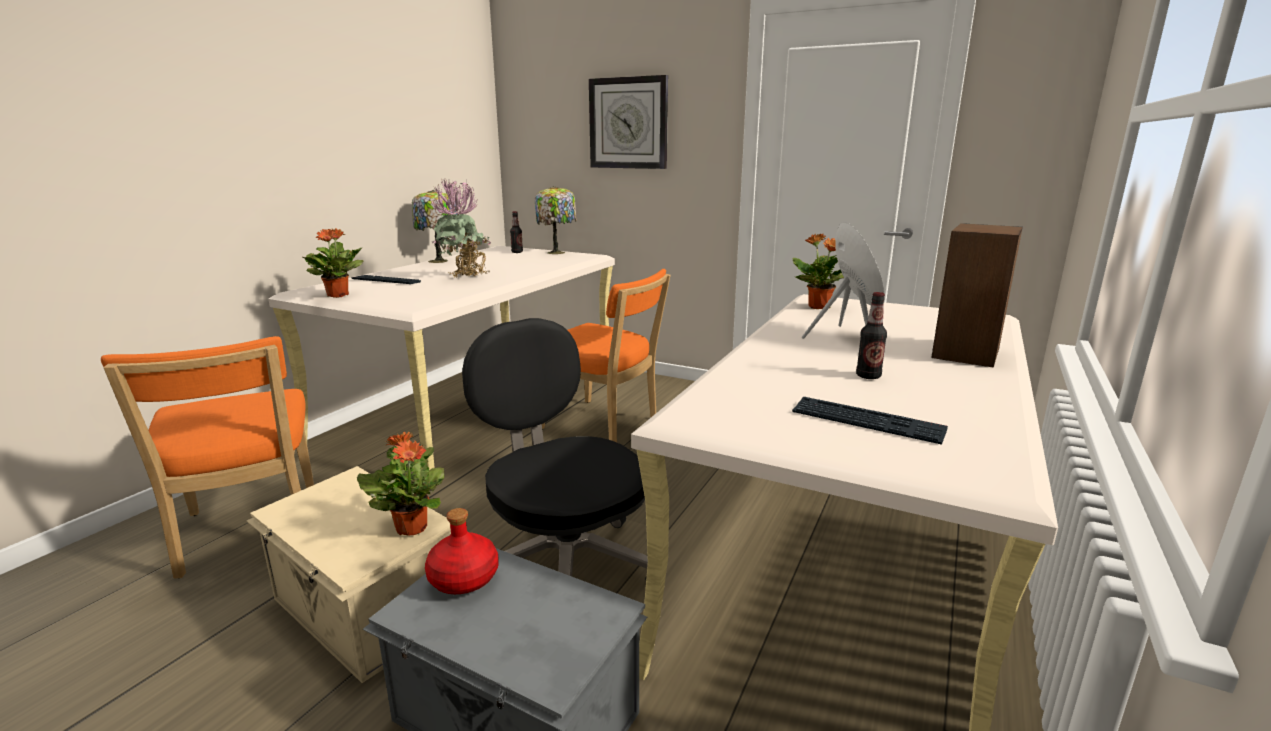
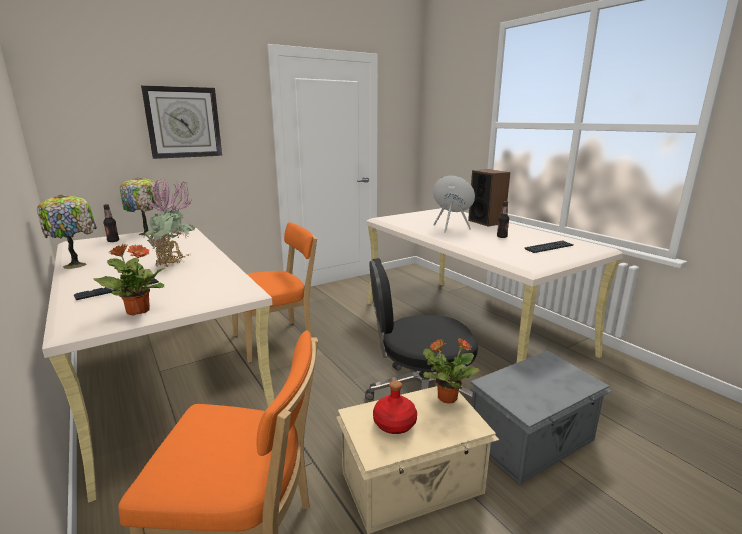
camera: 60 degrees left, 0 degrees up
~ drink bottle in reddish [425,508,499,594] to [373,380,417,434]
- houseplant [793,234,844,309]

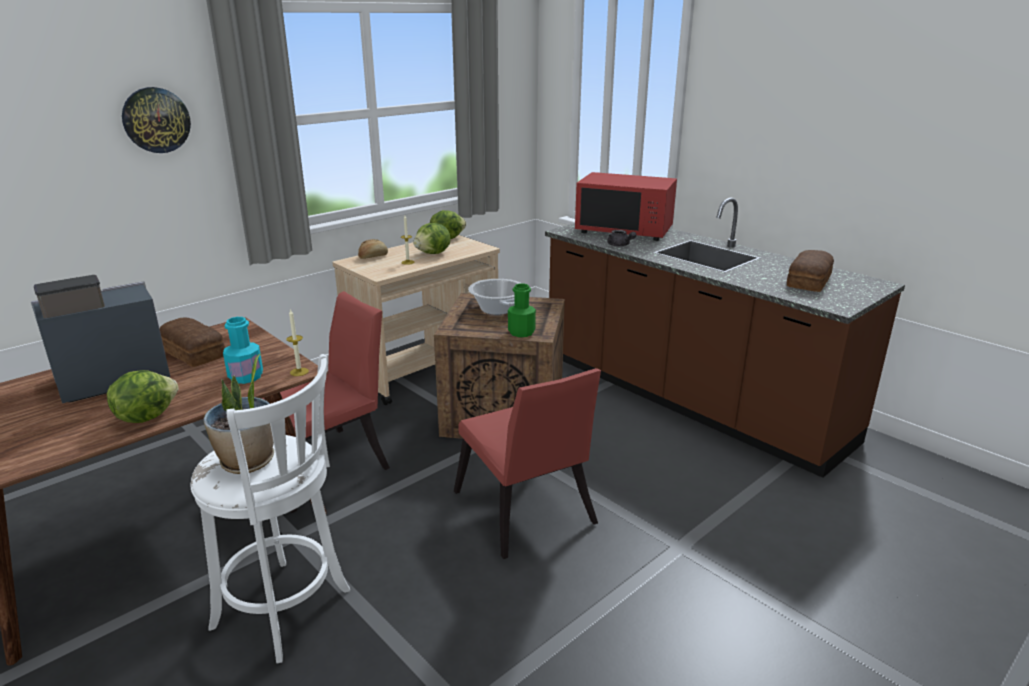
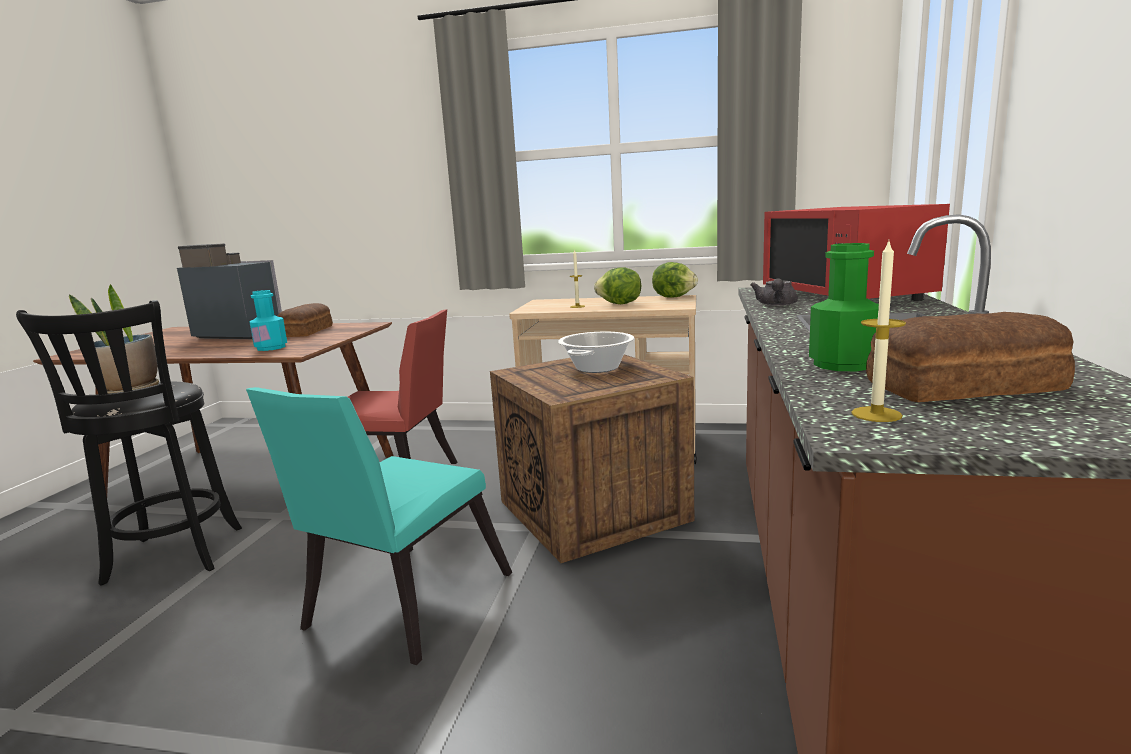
camera: 55 degrees right, 10 degrees down
~ sitting stool in white [191,354,350,664] to sitting stool in blackish [16,300,242,586]
~ plain chair in reddish [454,368,601,559] to plain chair in blue-green [246,387,512,665]
~ drink bottle in green [508,283,536,337] to [809,243,879,371]
~ wax light [287,309,309,376] to [852,242,906,422]
- head of lettuce [107,370,179,423]
- wall clock [122,87,191,153]
- bakery bread [358,239,388,259]

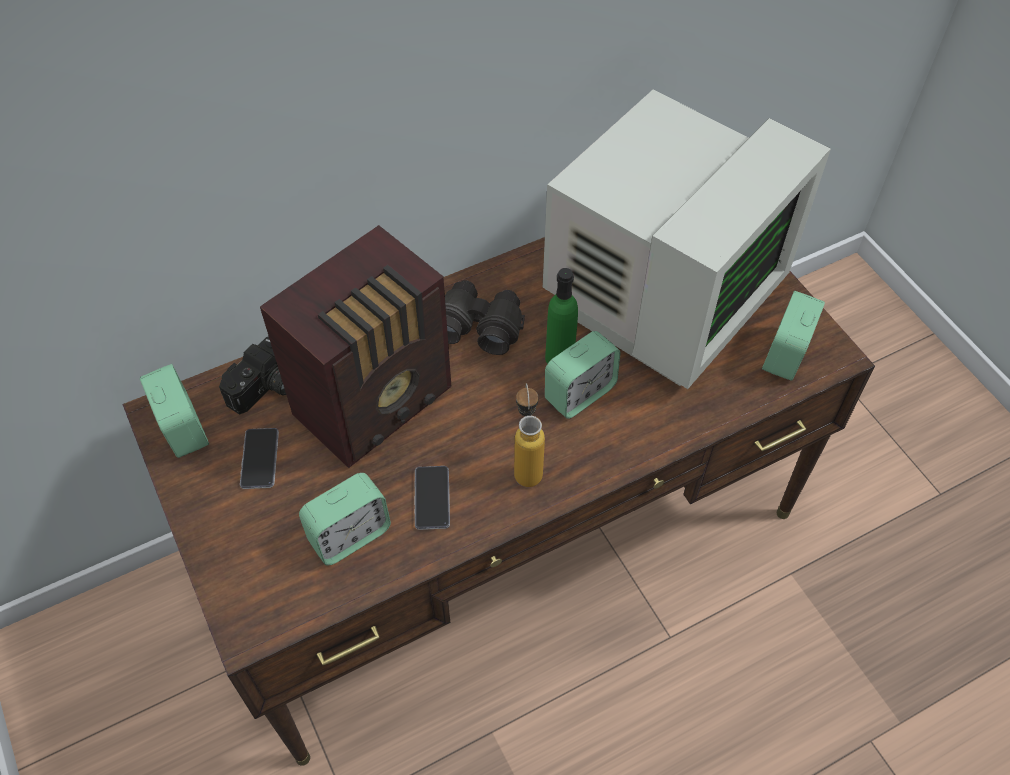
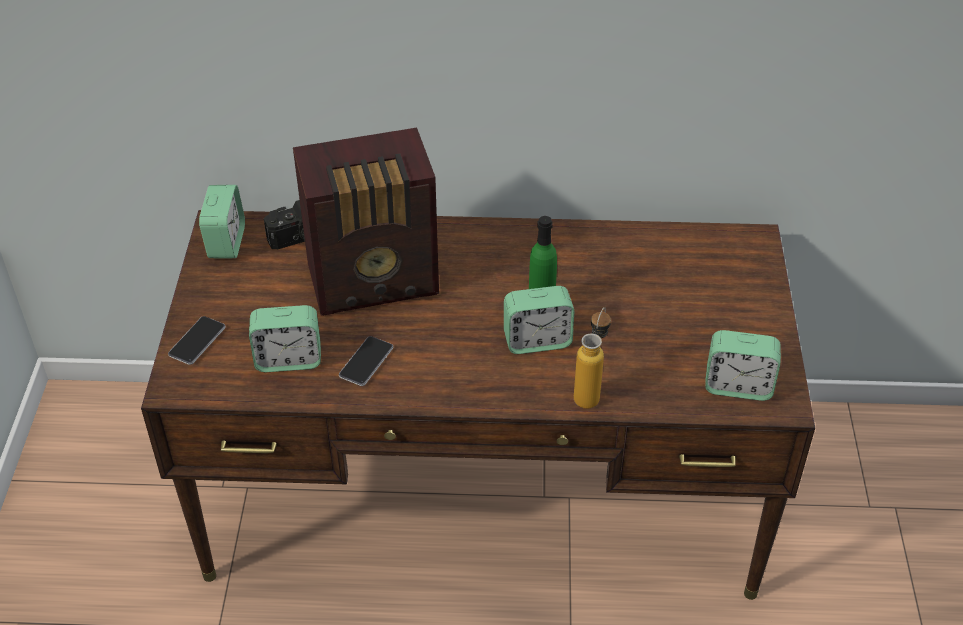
camera: 30 degrees right, 10 degrees down
~ telephone [240,428,279,489] to [168,316,226,365]
~ drink bottle [514,383,545,487] to [574,307,611,409]
~ alarm clock [762,291,825,381] = [705,330,781,401] 135 degrees counterclockwise
- binoculars in blackish [445,280,525,355]
- computer screen [543,89,831,389]

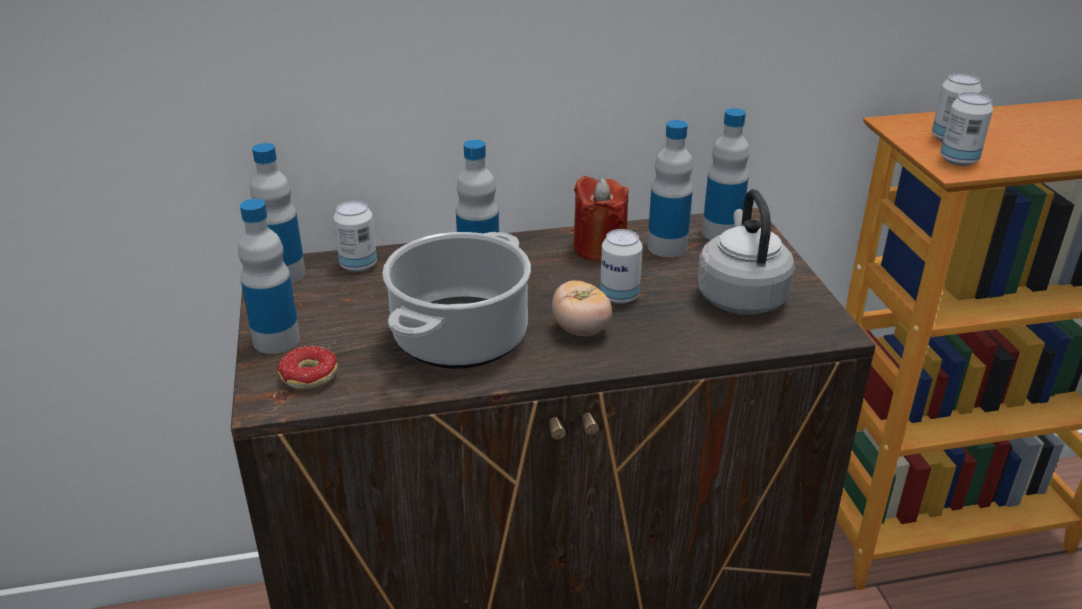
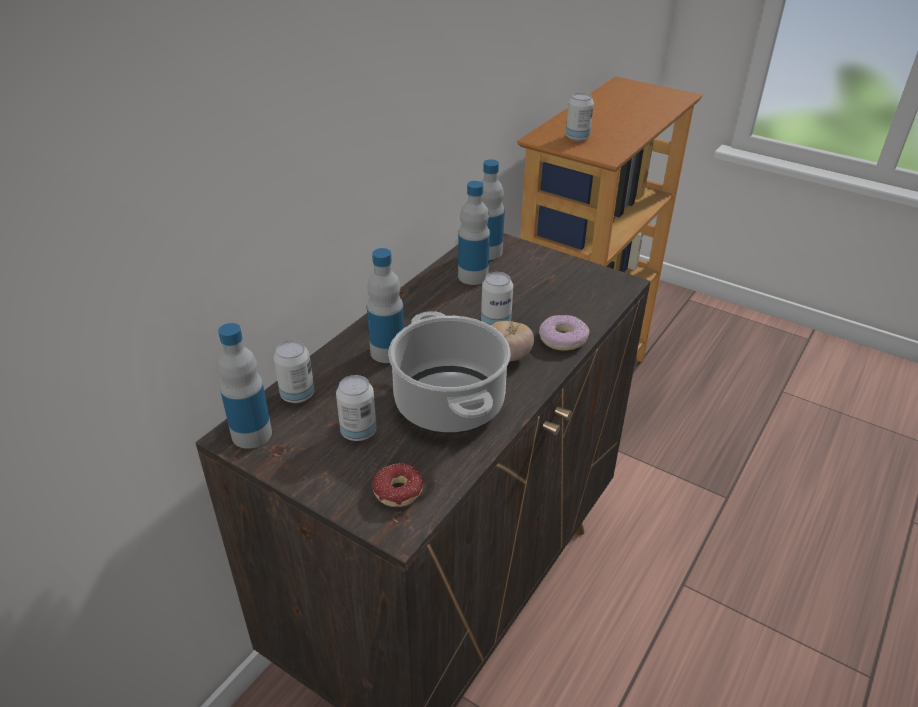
camera: 45 degrees left, 5 degrees up
~ sealed can [940,92,993,166] to [336,375,376,441]
+ doughnut [539,315,590,351]
- drink bottle [238,199,300,354]
- wax light in reddish [573,176,629,262]
- kettle in grey [697,189,795,315]

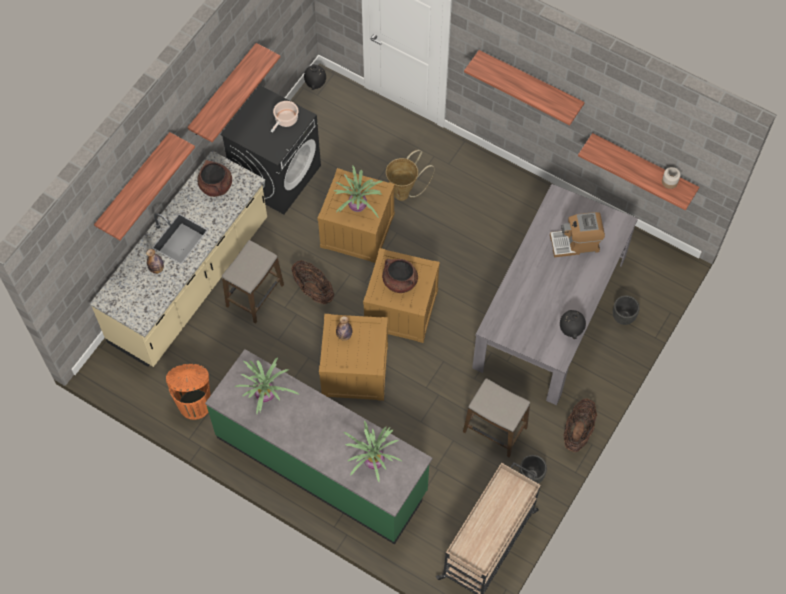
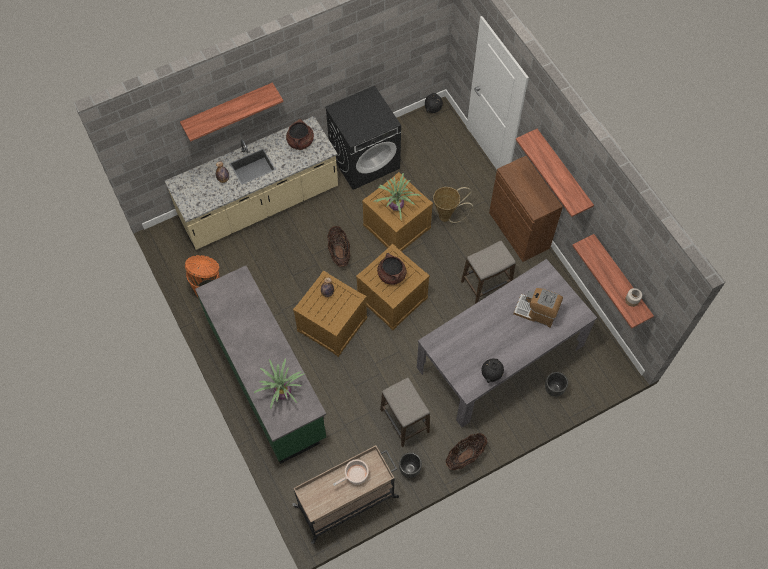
camera: 30 degrees right, 0 degrees up
~ stockpot [271,101,298,133] to [333,459,369,486]
~ sitting stool [222,240,284,324] to [461,241,516,304]
+ cupboard in brown-coloured [489,156,563,262]
- wall shelf [187,43,280,142]
- houseplant [235,358,300,414]

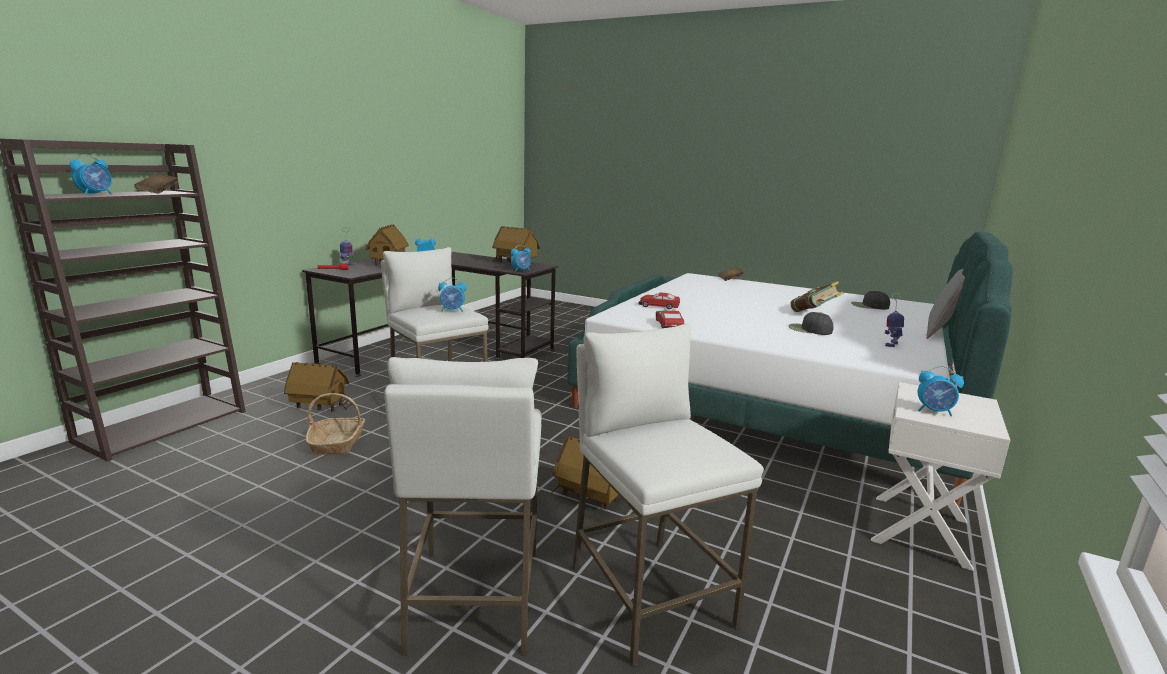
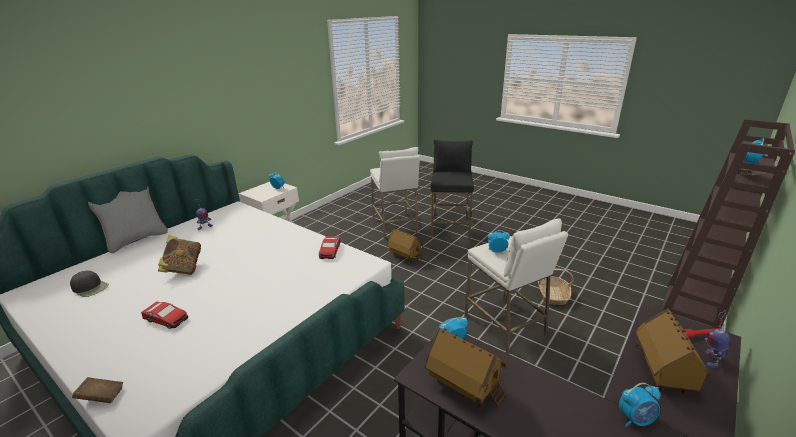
camera: 170 degrees left, 10 degrees up
~ model car [638,292,680,310] to [141,301,188,329]
~ sitting stool in white [384,357,542,656] to sitting stool in blackish [431,140,474,239]
- model house [284,362,353,412]
- baseball cap in blackish [789,312,834,335]

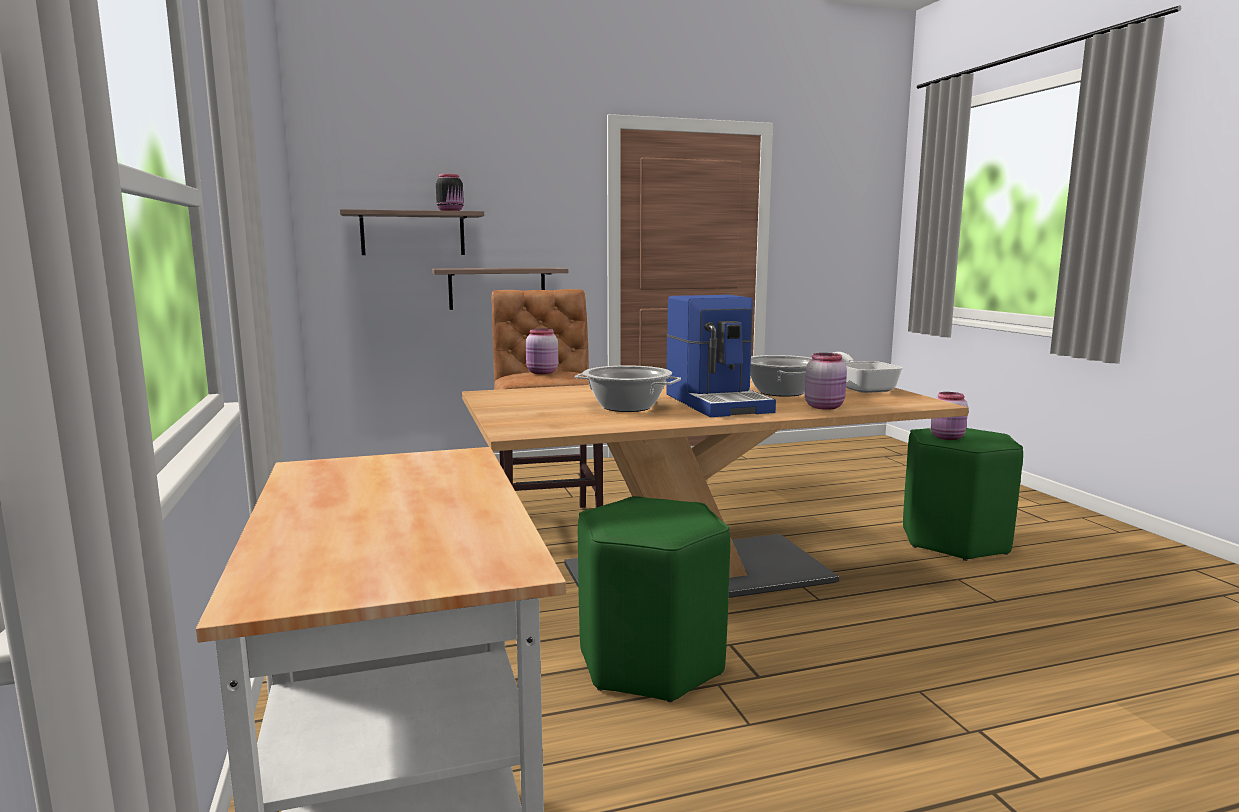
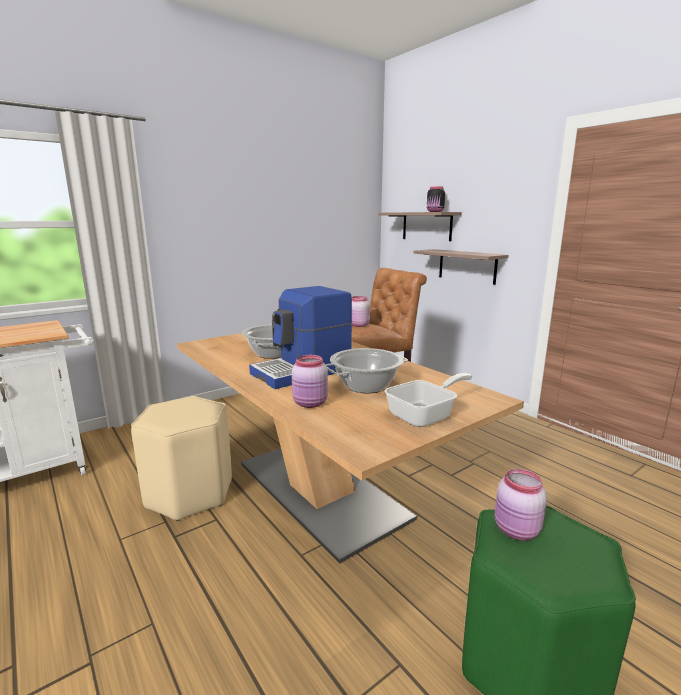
camera: 70 degrees right, 5 degrees up
~ sitting stool in green [578,496,730,702] to sitting stool in beige-coloured [131,396,232,521]

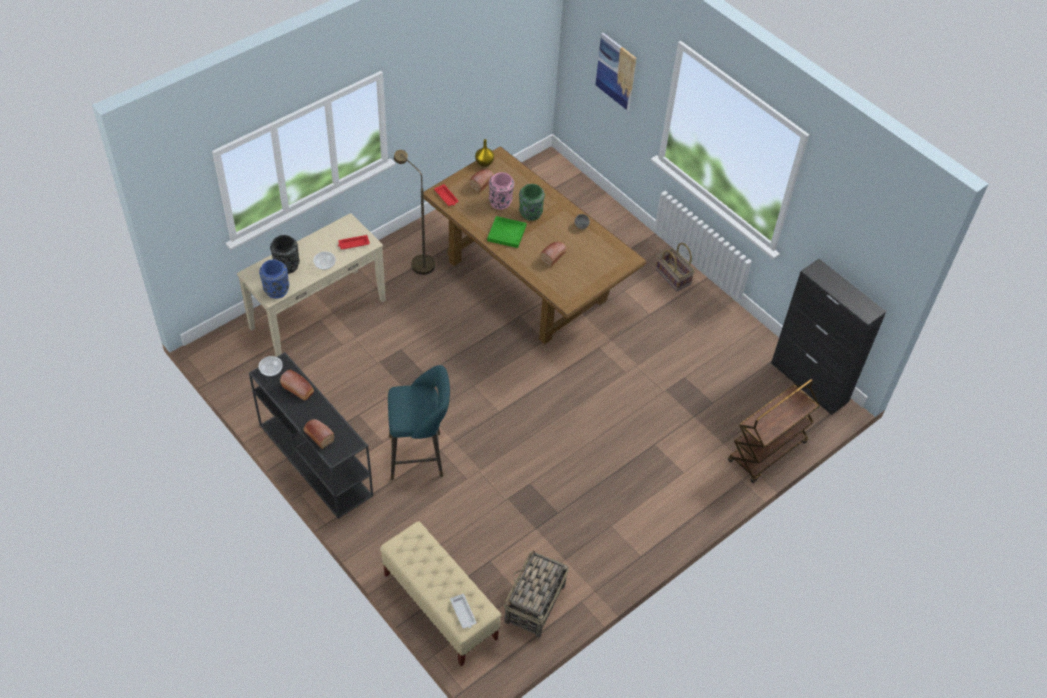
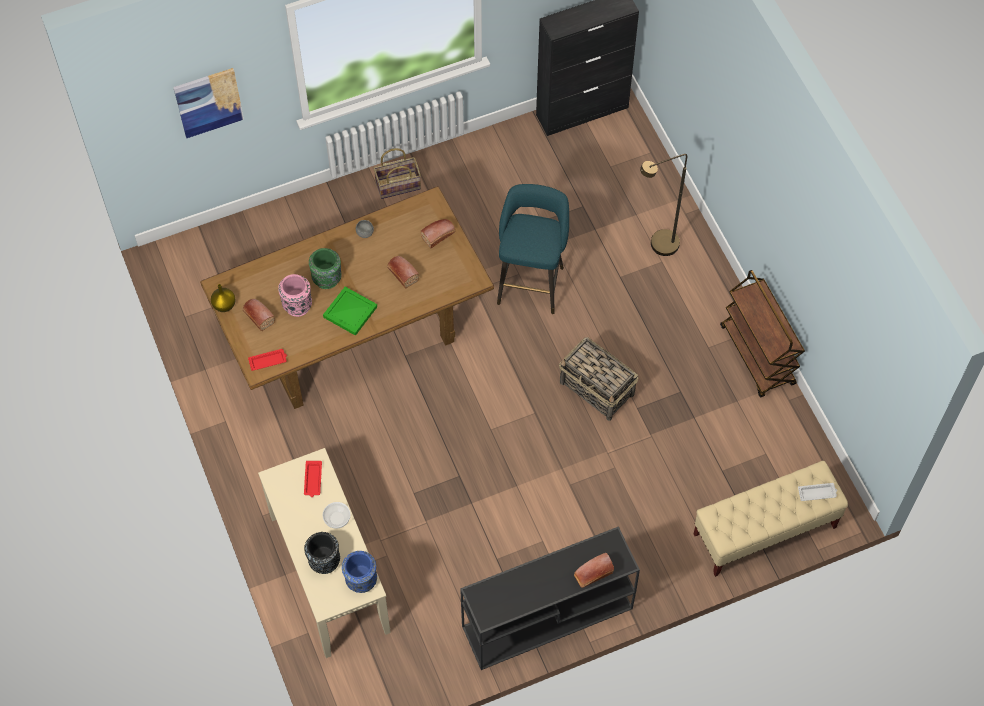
camera: 70 degrees left, 10 degrees up
~ bakery bread [280,370,314,400] to [420,219,456,248]
~ sitting stool in blue-green [388,365,450,480] to [497,184,569,314]
~ household basket [504,550,569,638] to [559,337,638,421]
~ standard lamp in brown-coloured [394,150,435,275] to [640,154,687,256]
~ cart in brown-coloured [728,379,820,483] to [720,270,805,397]
- deep dish [259,356,283,376]

